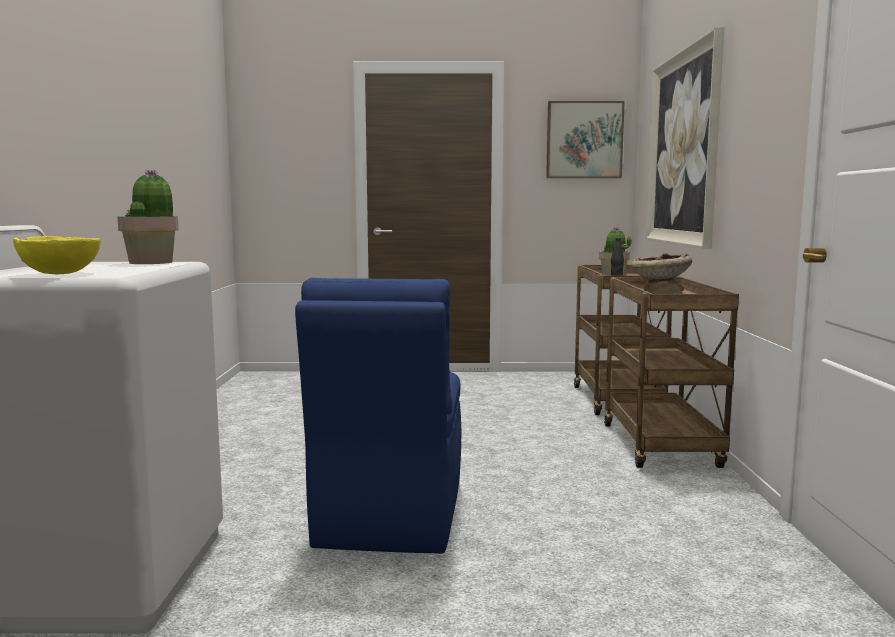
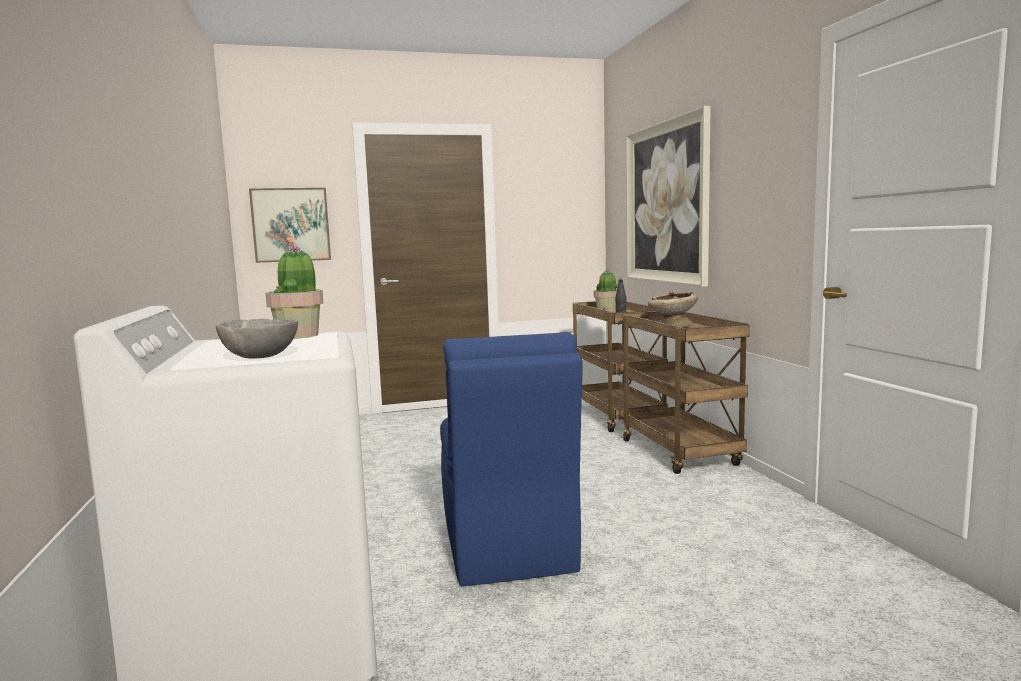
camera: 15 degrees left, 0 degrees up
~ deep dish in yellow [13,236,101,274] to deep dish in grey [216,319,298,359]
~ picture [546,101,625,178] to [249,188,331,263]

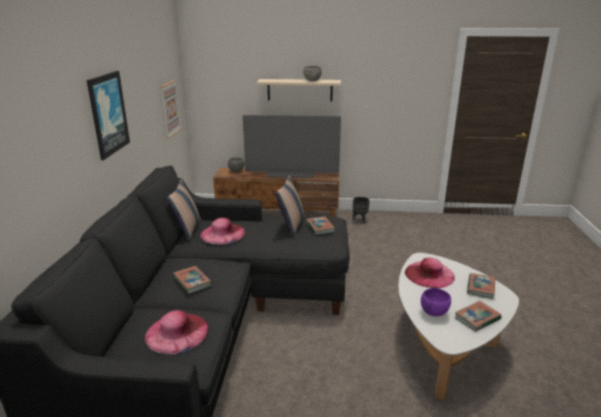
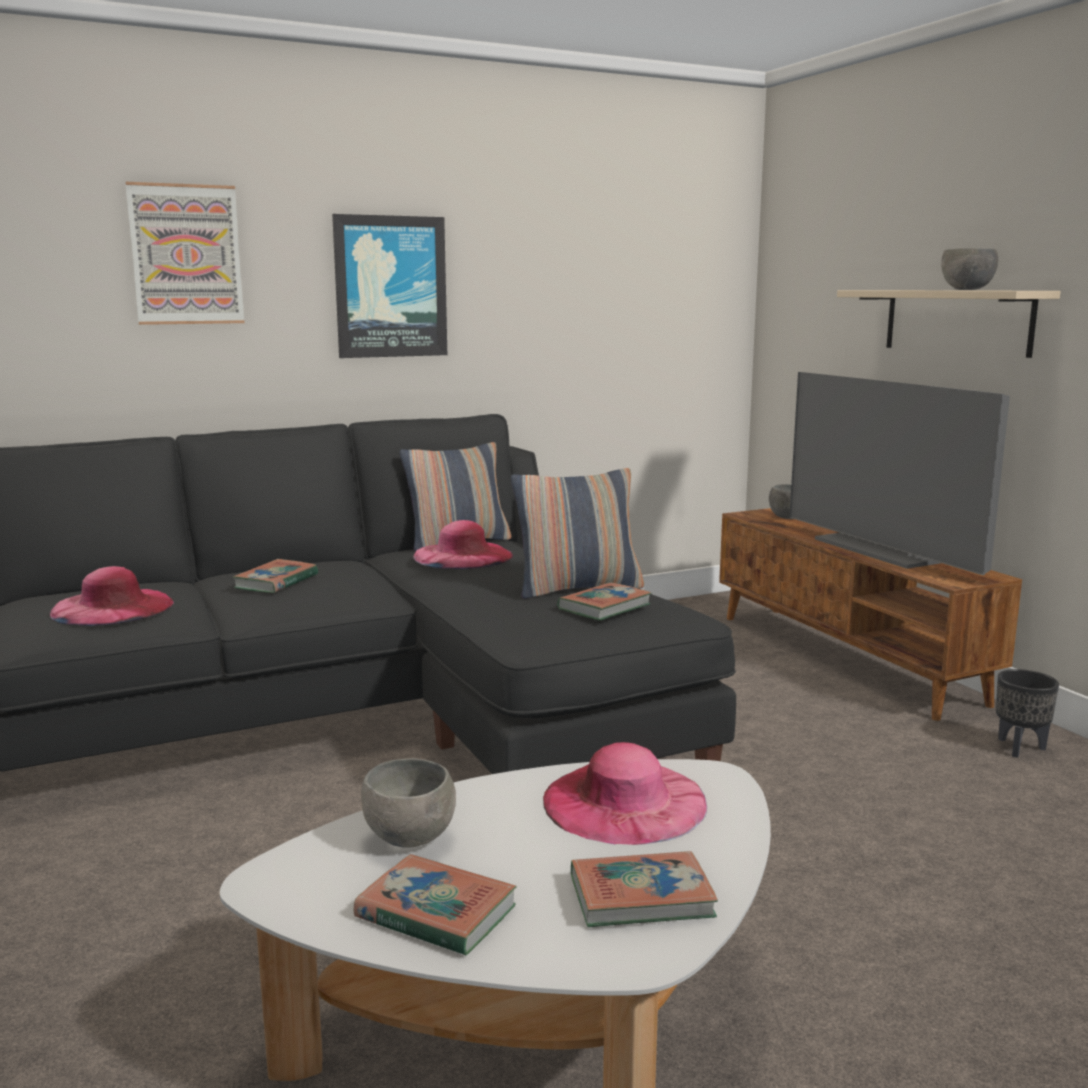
camera: 60 degrees right, 10 degrees down
~ picture [161,80,182,138] to [125,182,245,325]
~ deep dish in purple-coloured [421,288,451,316] to deep dish in grey [361,758,456,848]

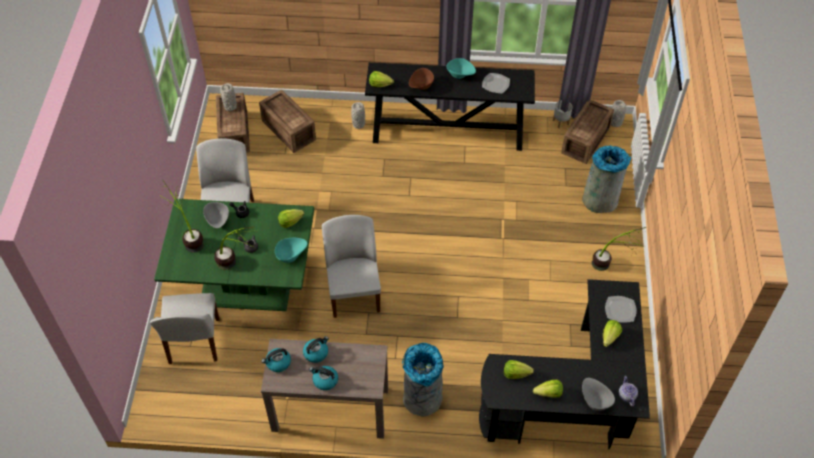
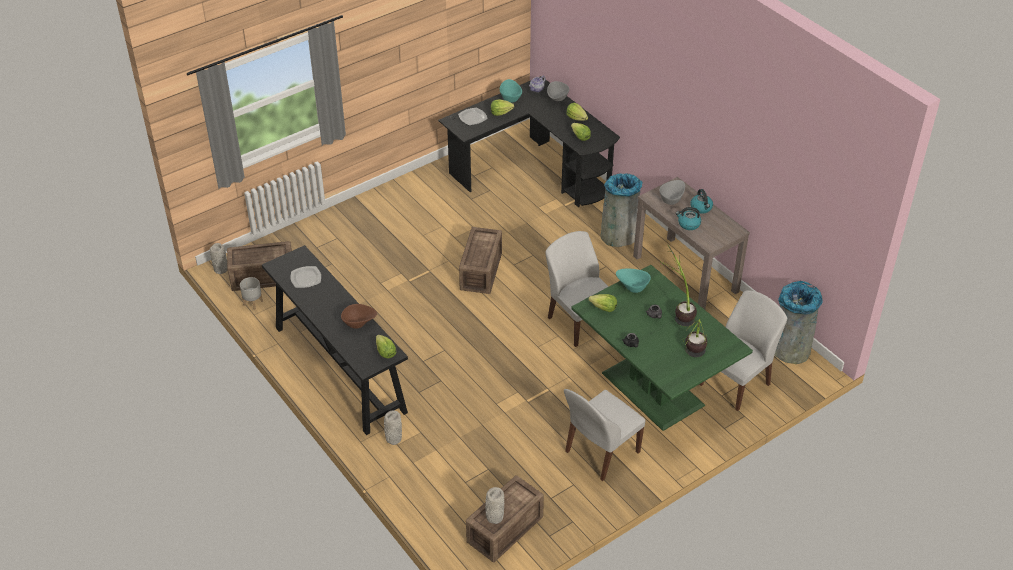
camera: 130 degrees left, 10 degrees down
~ crate [259,90,316,153] to [459,227,502,294]
~ deep dish in blue-green [447,58,476,79] to [500,79,522,103]
~ plain chair in white [322,215,381,318] = [545,231,609,347] 105 degrees clockwise
~ deep dish in grey [203,202,229,228] to [659,180,685,205]
~ rubbish bin in grey [583,145,631,213] to [775,281,823,364]
- kettle [261,348,291,372]
- houseplant [592,227,646,271]

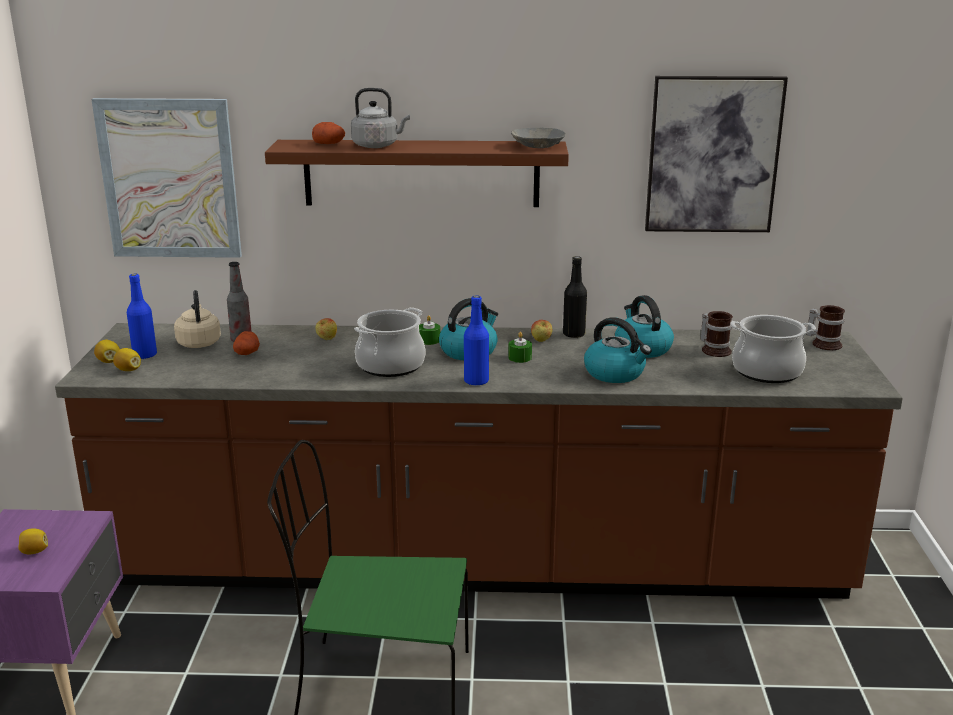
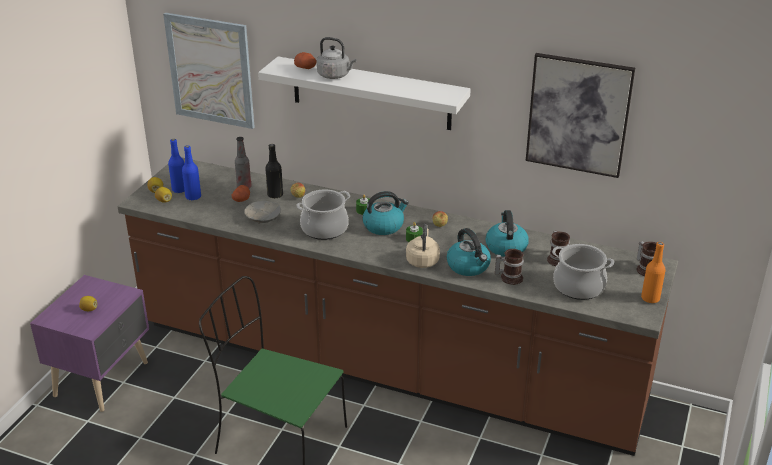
camera: 20 degrees right, 10 degrees up
~ drink bottle in bluish [464,295,489,386] to [182,145,201,200]
~ deep dish in grey [511,128,565,148] to [244,201,281,224]
~ wall shelf in brown-coloured [265,140,569,207] to wall shelf in white [258,56,471,130]
~ drink bottle in blackish [563,256,587,338] to [265,144,283,199]
~ kettle in beige-coloured [174,290,221,348] to [406,224,440,268]
+ mug [495,249,524,285]
+ drink bottle in orange [641,242,666,303]

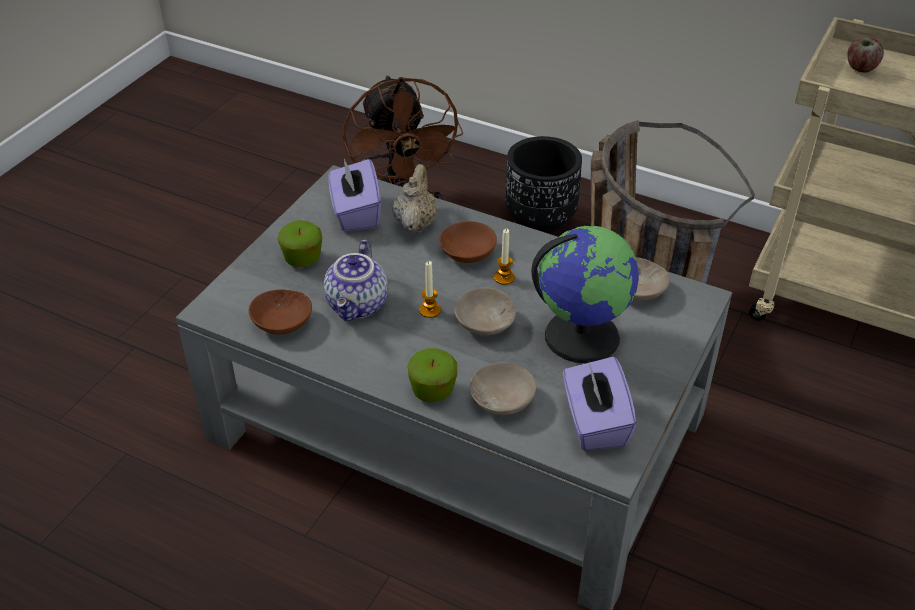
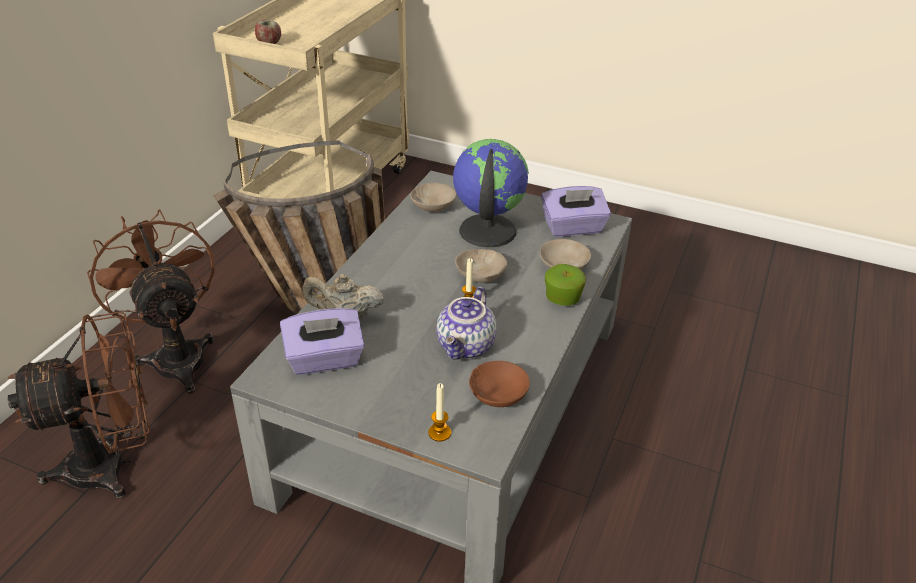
camera: 95 degrees left, 5 degrees down
~ planter in blackish [505,136,582,234] to fan in brown-coloured [87,209,215,394]
~ wax light [494,229,515,285] to [428,383,451,442]
~ teapot [324,240,388,321] = [436,286,497,360] 105 degrees clockwise
- apple [278,220,322,267]
- deep dish in brown-coloured [440,221,497,263]

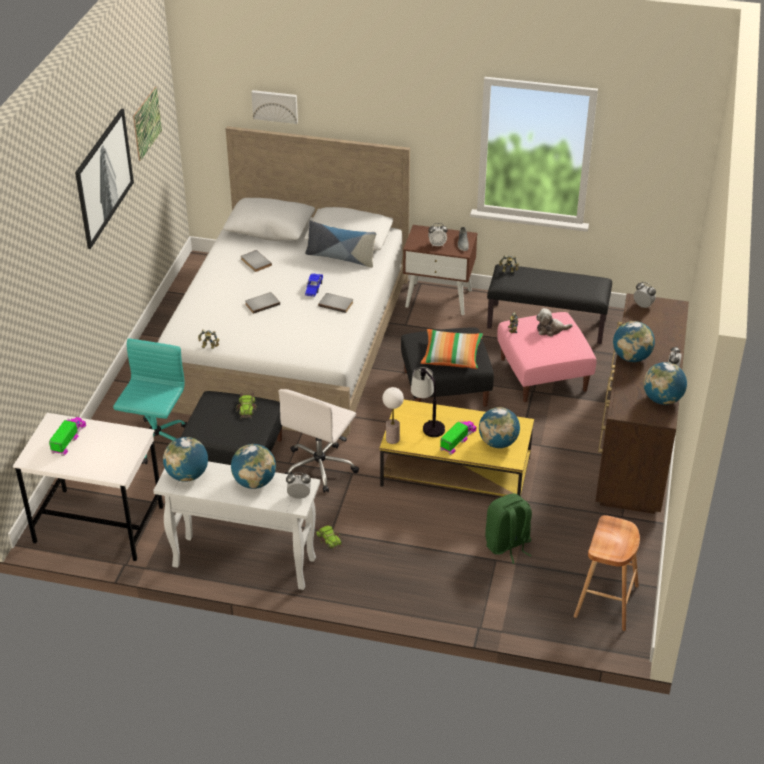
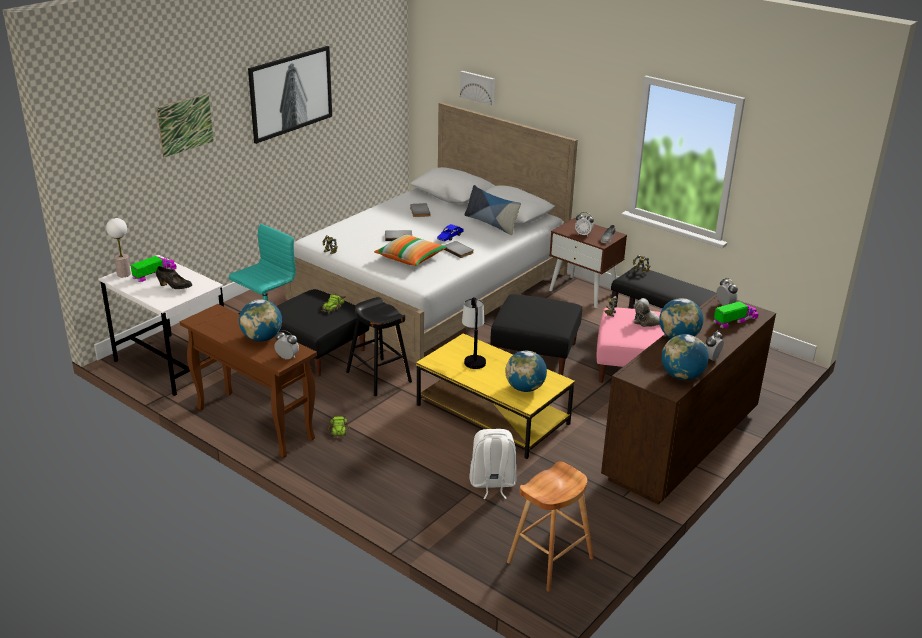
camera: 25 degrees right, 10 degrees down
~ table lamp [382,387,404,444] to [106,218,131,277]
+ low shoe in blackish [156,266,192,289]
~ picture [133,86,162,161] to [157,94,214,157]
~ narrow table in white [153,461,320,590] to narrow table in brown-coloured [180,304,317,458]
~ office chair in white [278,389,359,493] to sitting stool in blackish [346,297,412,396]
~ throw pillow [421,329,483,369] to [374,234,447,266]
~ rucksack in green [485,493,532,564] to rucksack in white [469,429,517,499]
~ toy lorry [440,420,477,455] to [713,302,759,328]
- desk globe [163,437,208,482]

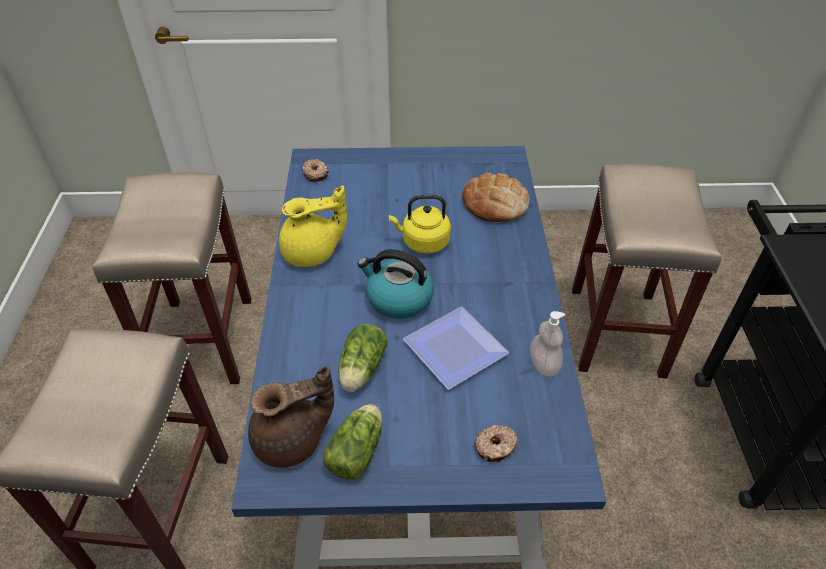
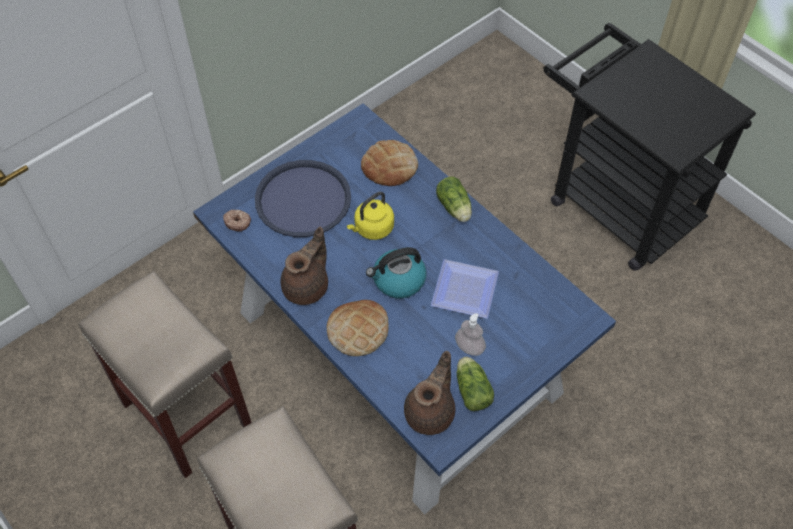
camera: 40 degrees left, 10 degrees up
+ tray in bluish [255,160,351,237]
~ teapot in yellow [279,185,347,267] to teapot in brown-coloured [280,227,328,305]
+ bakery bread [327,300,389,356]
~ head of lettuce [339,324,388,392] to [436,176,472,222]
~ soap bottle [530,311,565,376] to [455,313,486,356]
- doughnut [474,425,518,462]
- sitting stool in beige-coloured [572,163,722,378]

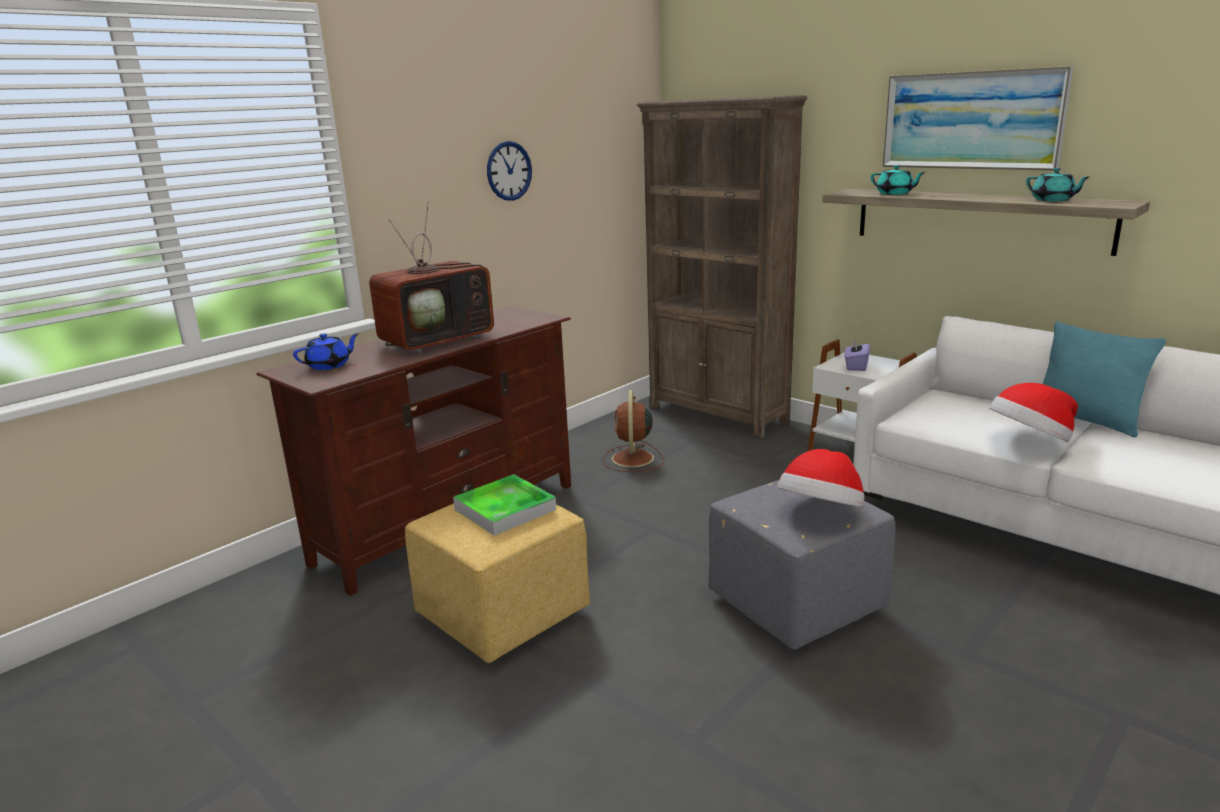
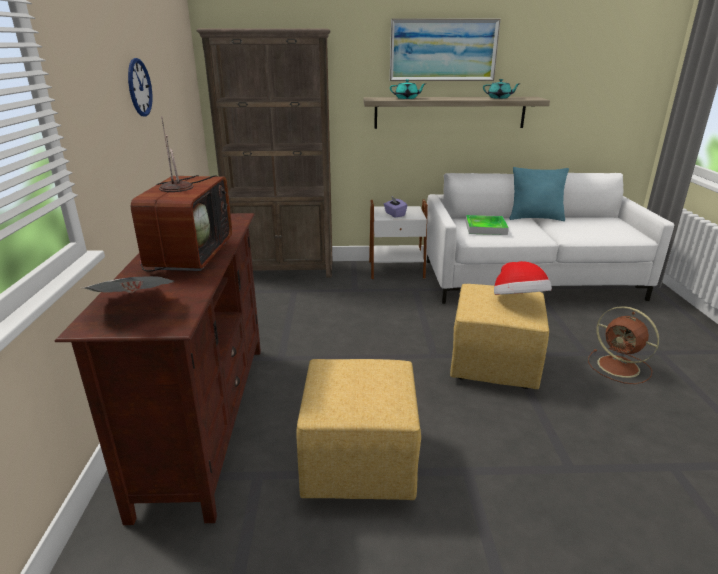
camera: 45 degrees left, 5 degrees up
~ teapot in bluish [293,333,359,370] to printed paper [82,276,174,293]
~ pouffe in grey [708,480,895,650] to pouffe in yellow [450,284,549,389]
~ tray [453,474,556,536] to [466,215,509,235]
~ fan in brown-coloured [603,390,664,472] to [588,306,659,384]
- wearable hat [989,383,1078,442]

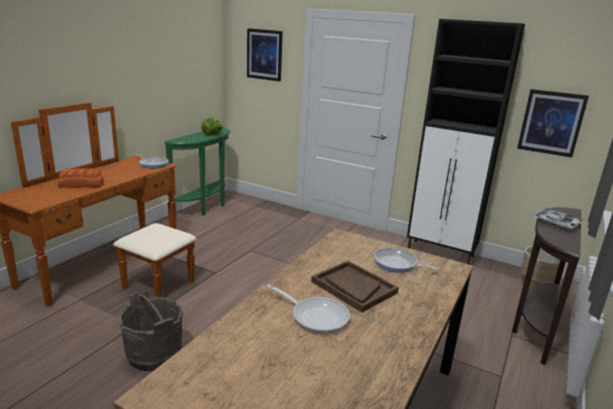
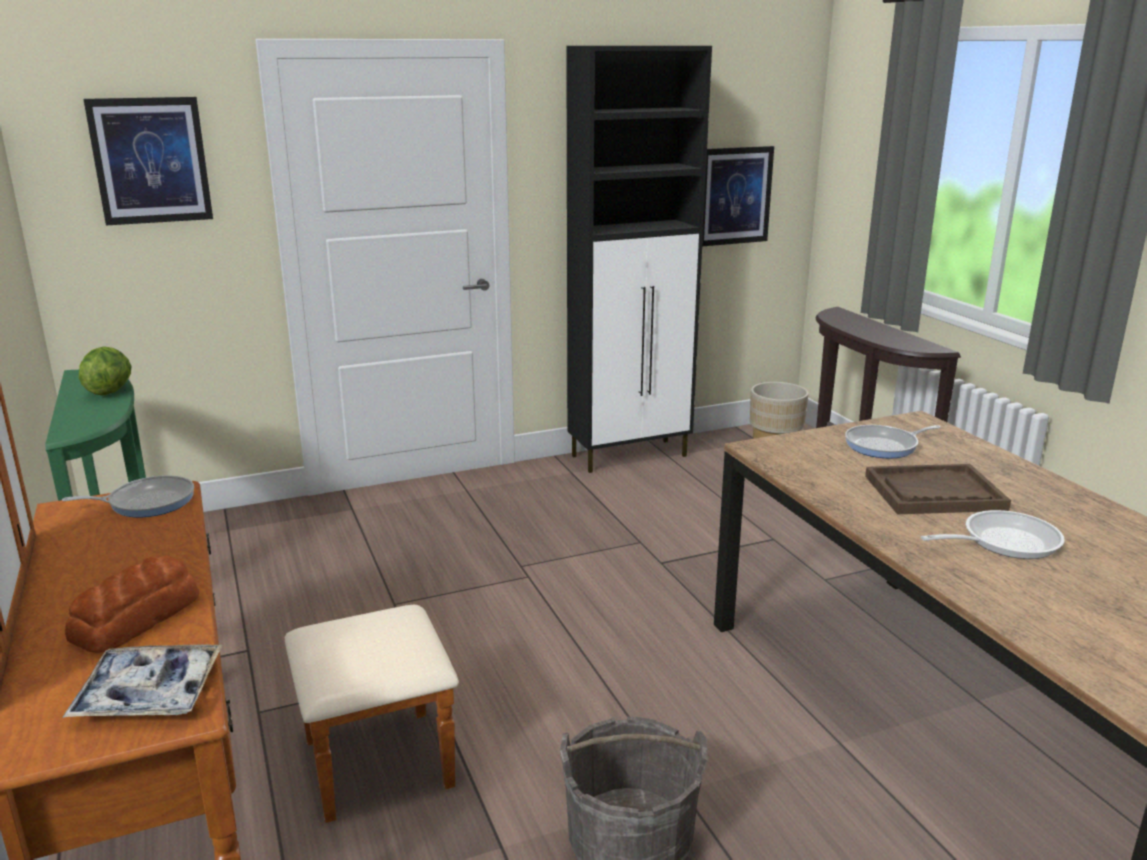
camera: 50 degrees left, 0 degrees up
~ tray [533,208,585,229] to [63,645,222,718]

